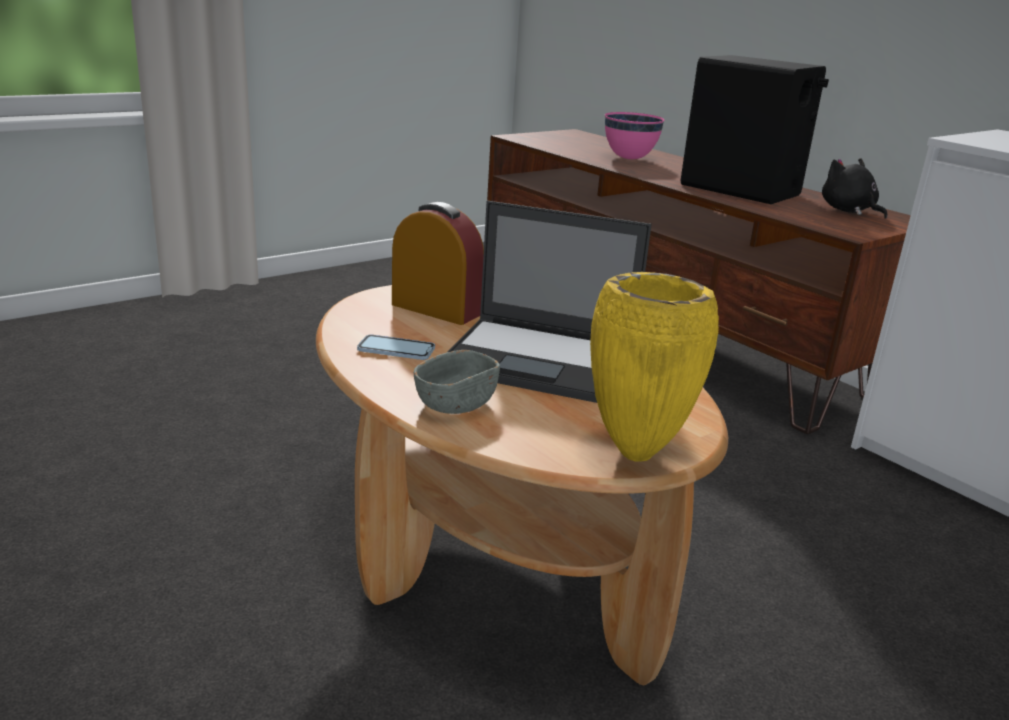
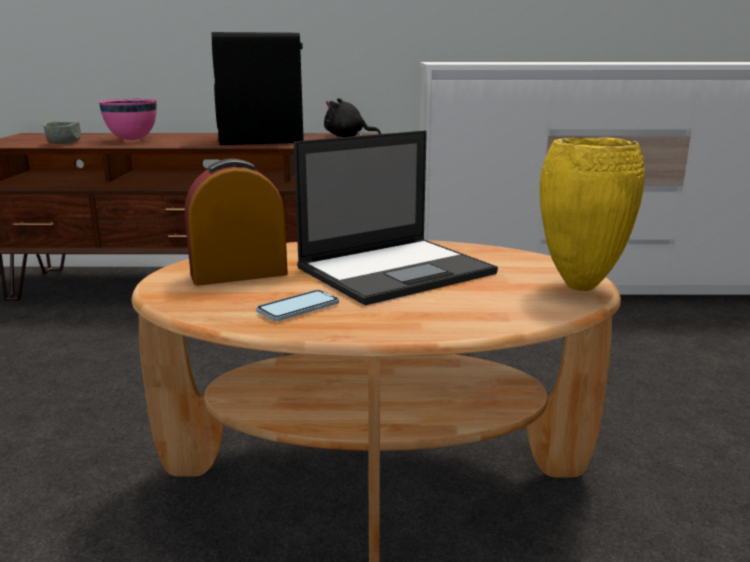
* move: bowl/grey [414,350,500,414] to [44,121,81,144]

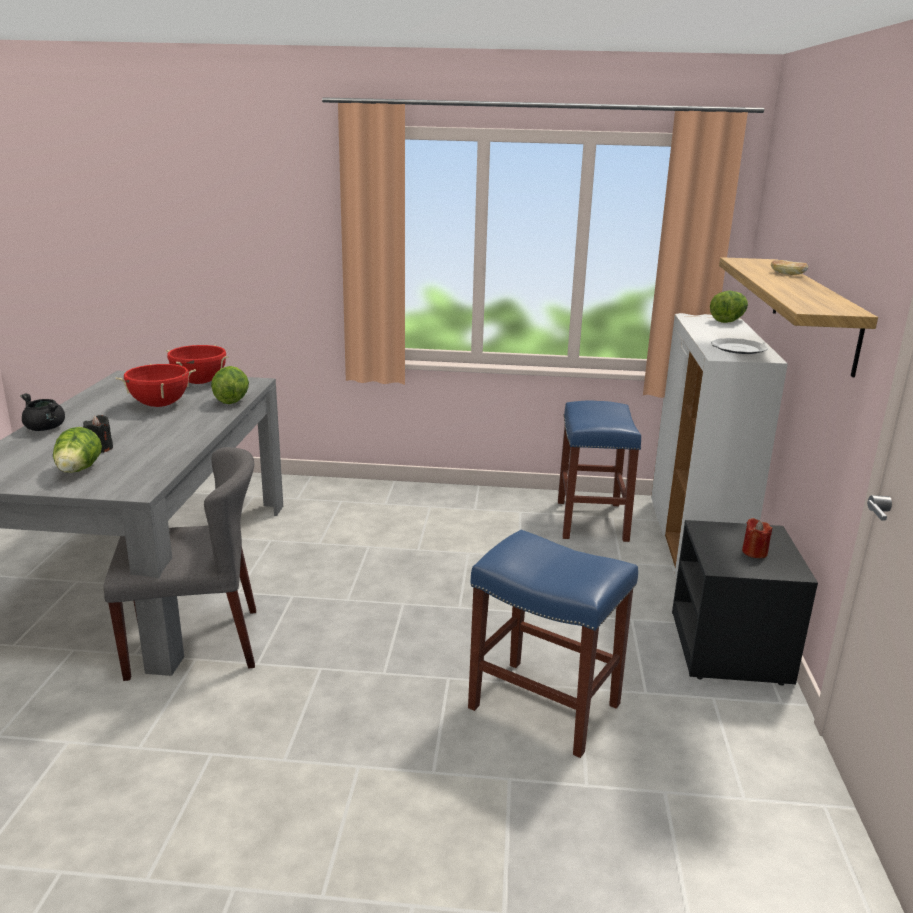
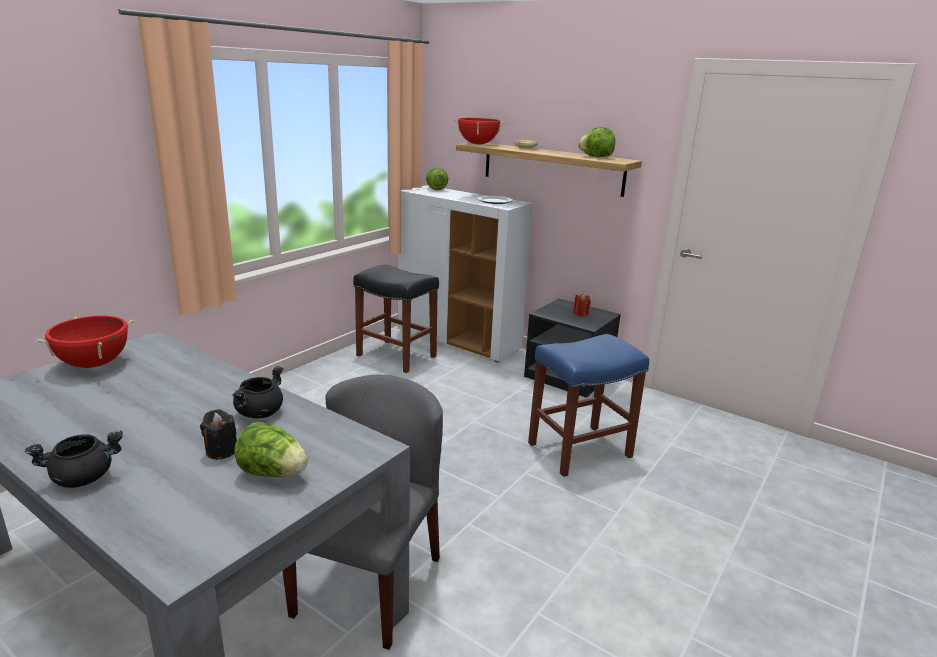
* move: cooking pot/red [116,364,196,407] to [453,118,505,144]
* move: lettuce [211,366,249,404] to [578,127,615,157]
* recolor: stool/blue [558,401,641,542] to stool/black [353,265,439,373]
* insert: cooking pot/black [232,366,284,418]

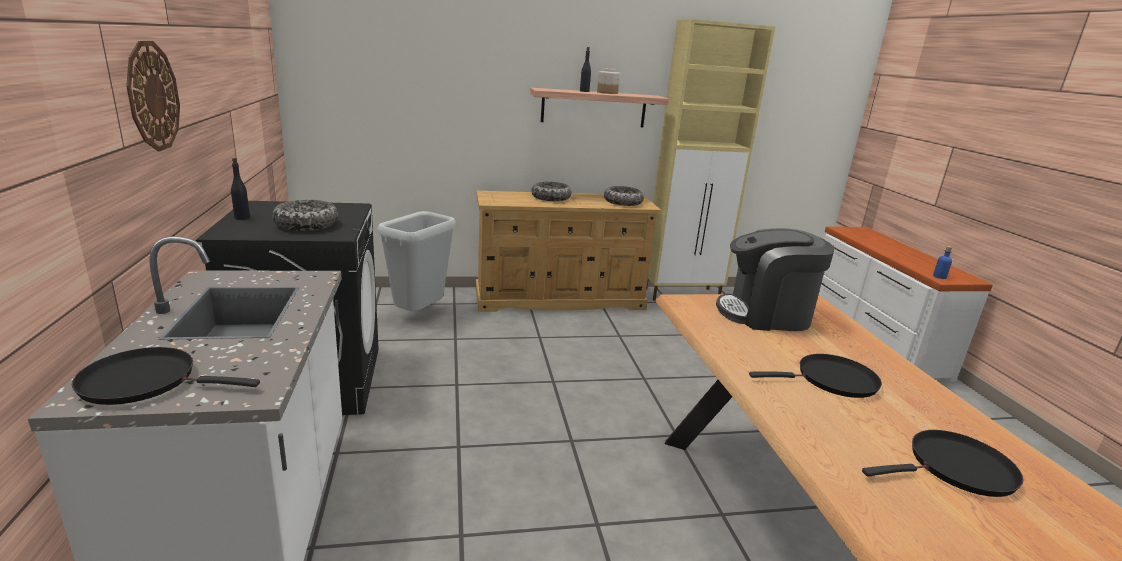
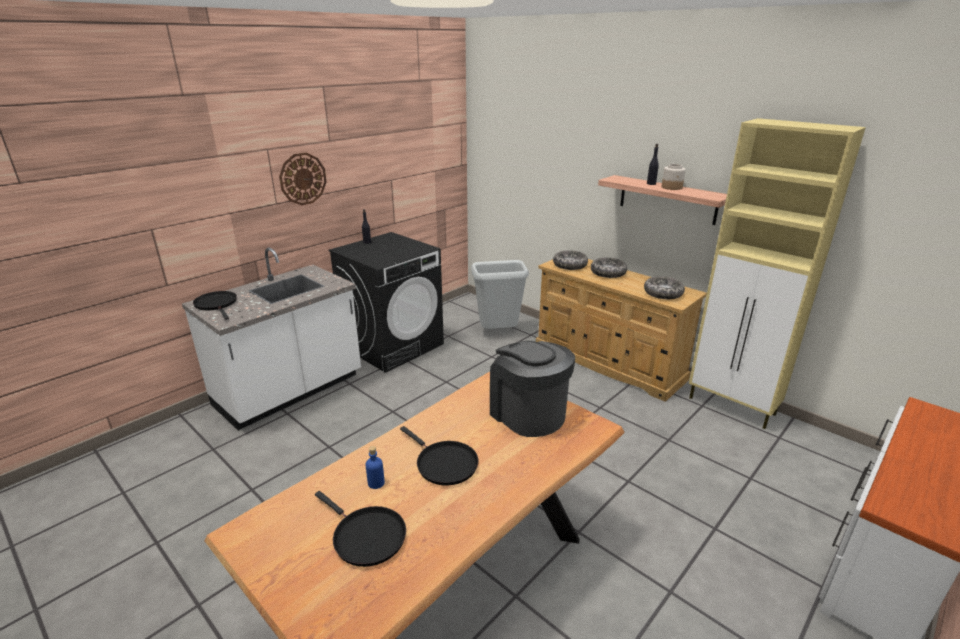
* move: bowl [272,200,338,231] to [553,250,588,270]
* move: bottle/blue [933,246,953,279] to [366,446,385,489]

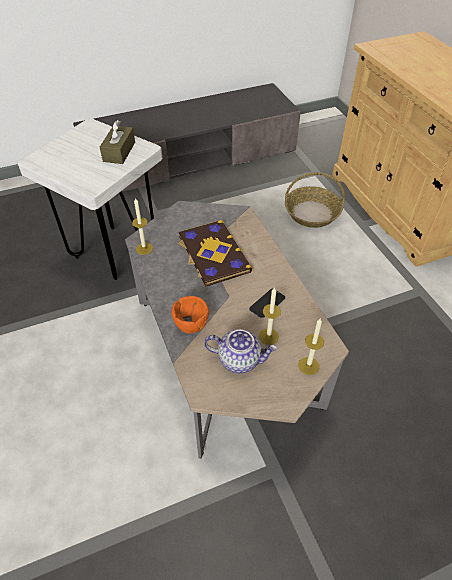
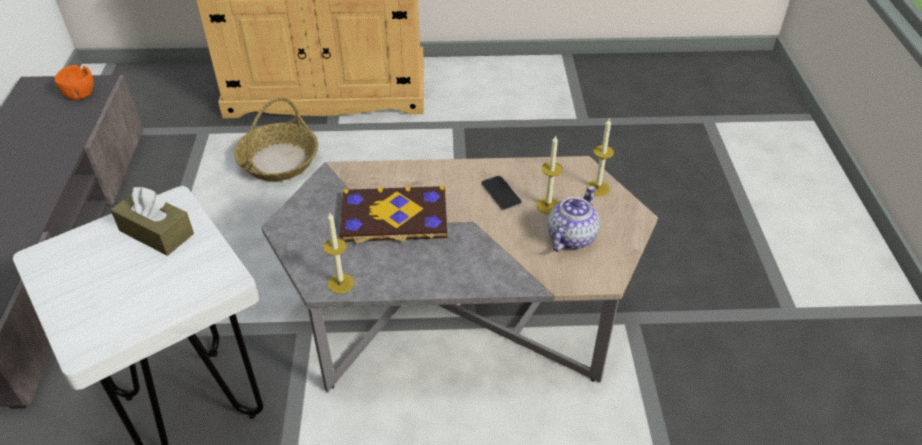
* move: bowl/orange [171,296,209,334] to [54,65,93,100]

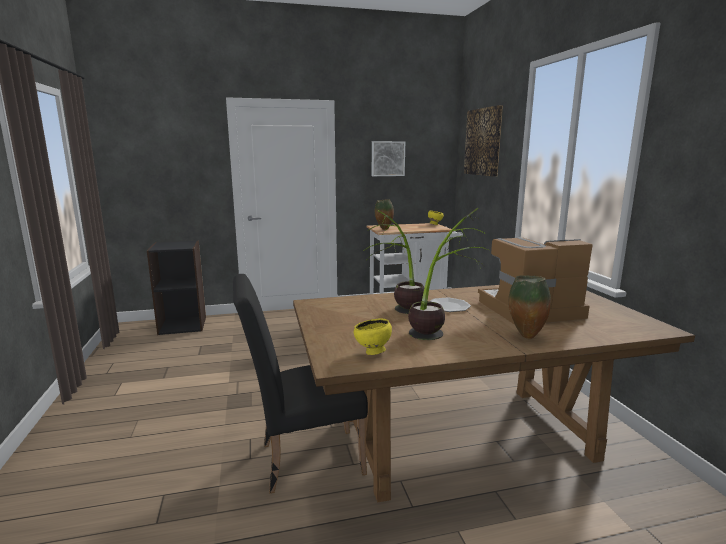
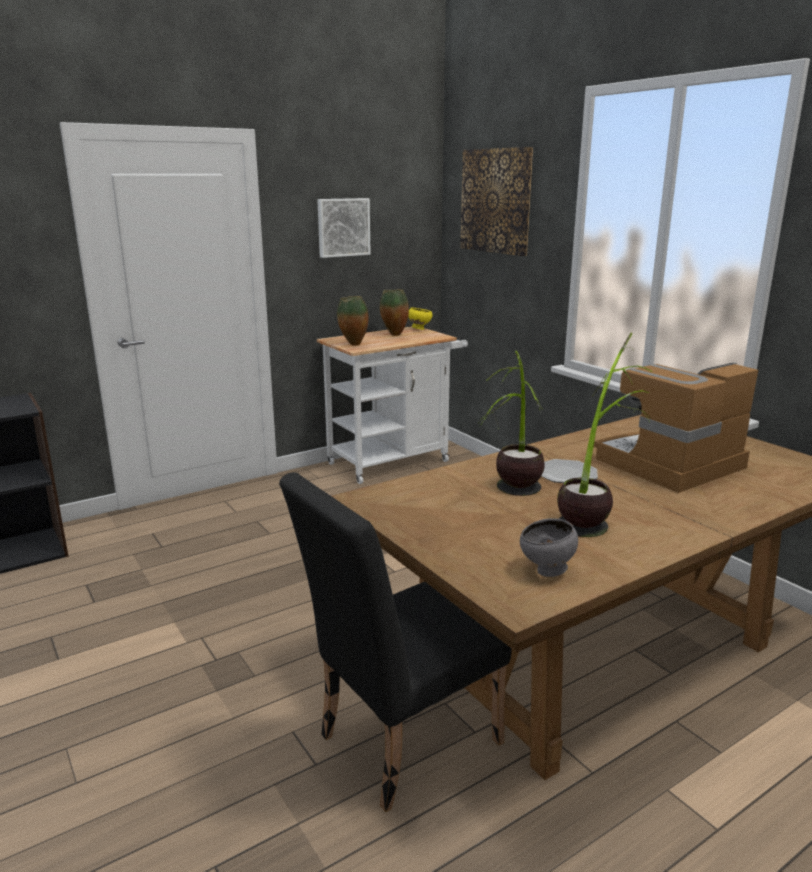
* move: vase [508,275,551,339] to [380,289,409,336]
* recolor: bowl/yellow [354,319,392,355] to bowl/grey [520,518,578,577]

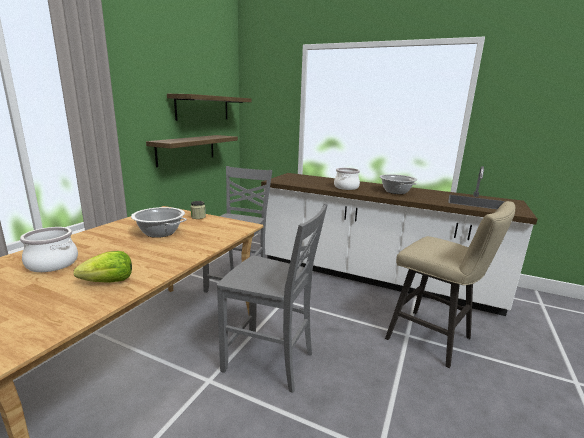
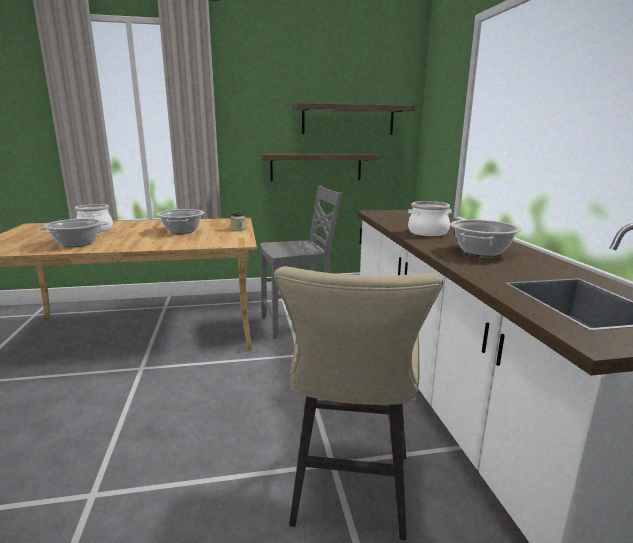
* delete: chair/grey [217,203,328,393]
* replace: lettuce [74,251,132,283] to cooking pot [37,218,109,247]

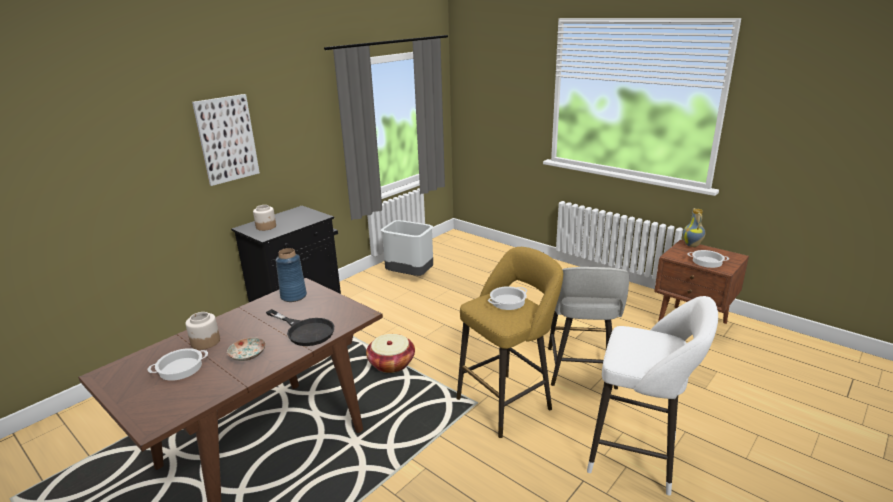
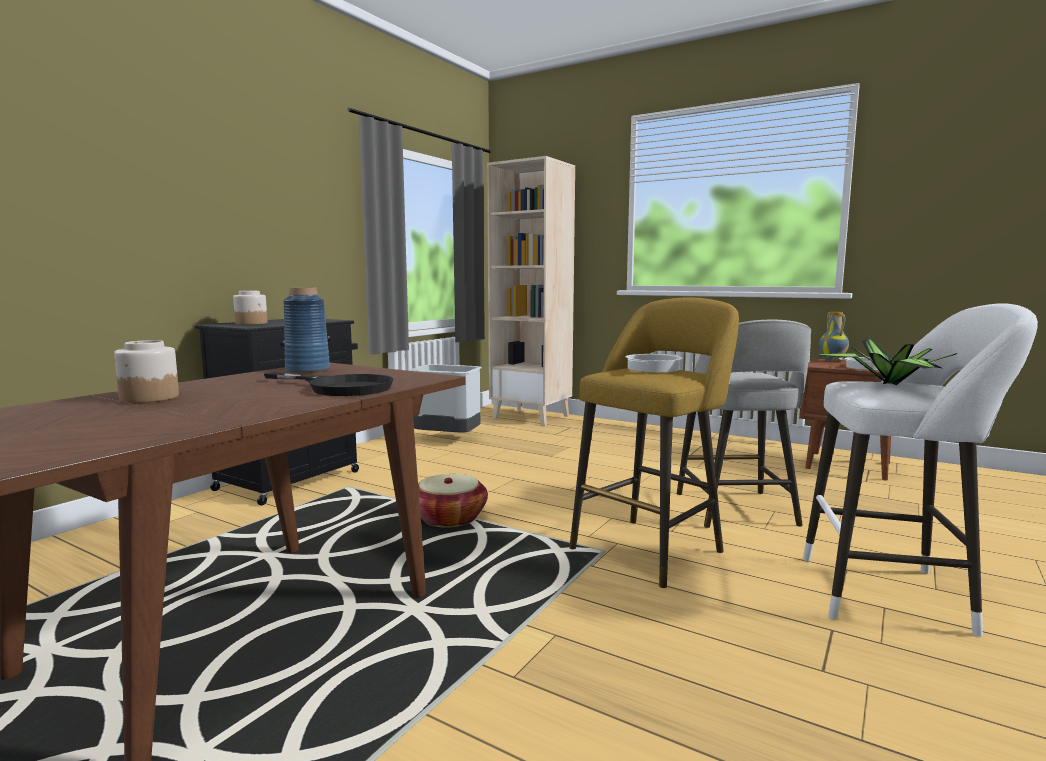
* delete: picture [192,94,260,186]
* delete: plate [227,337,266,361]
* delete: cooking pot [148,348,208,381]
* insert: bookcase/beige [487,156,575,426]
* insert: potted plant [818,338,958,385]

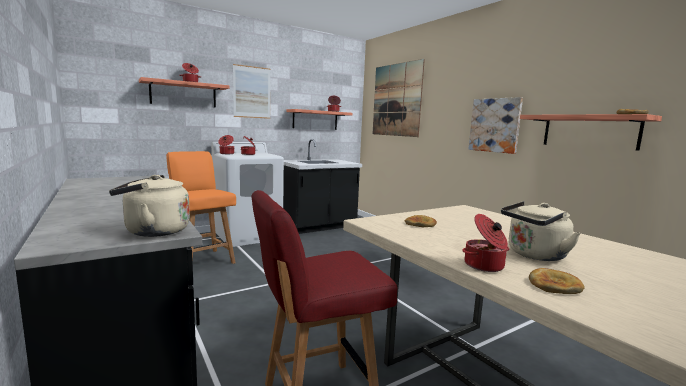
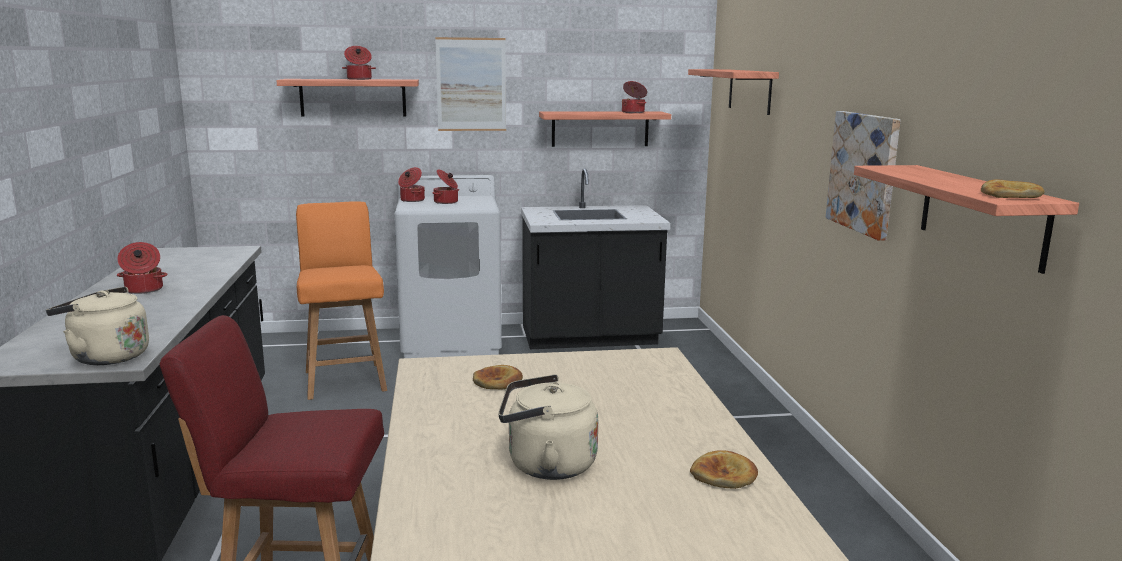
* replace: picture [372,59,425,137] to shelf [688,69,779,115]
* move: cooking pot [462,214,509,272] to [117,242,168,294]
* move: bread [529,268,585,294] to [690,450,758,489]

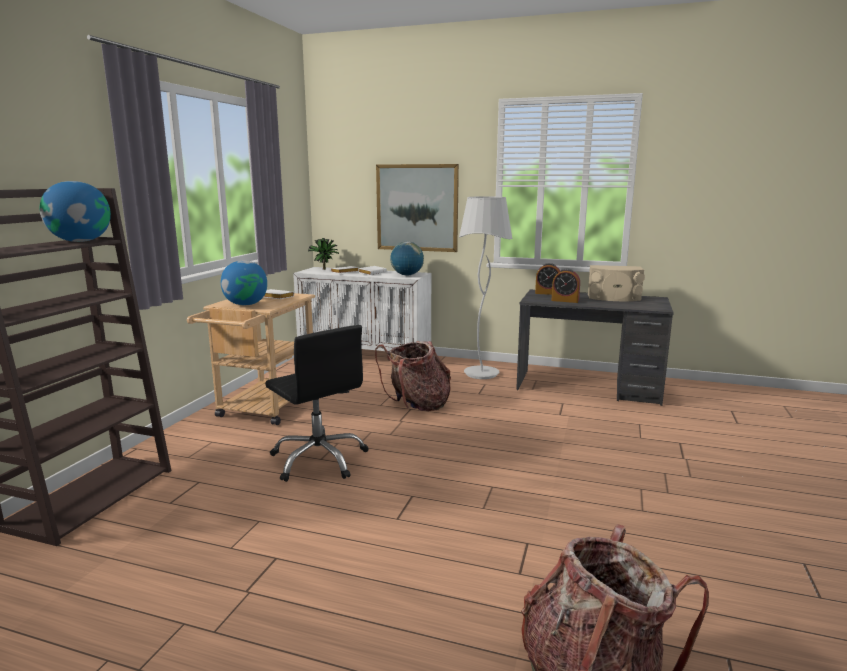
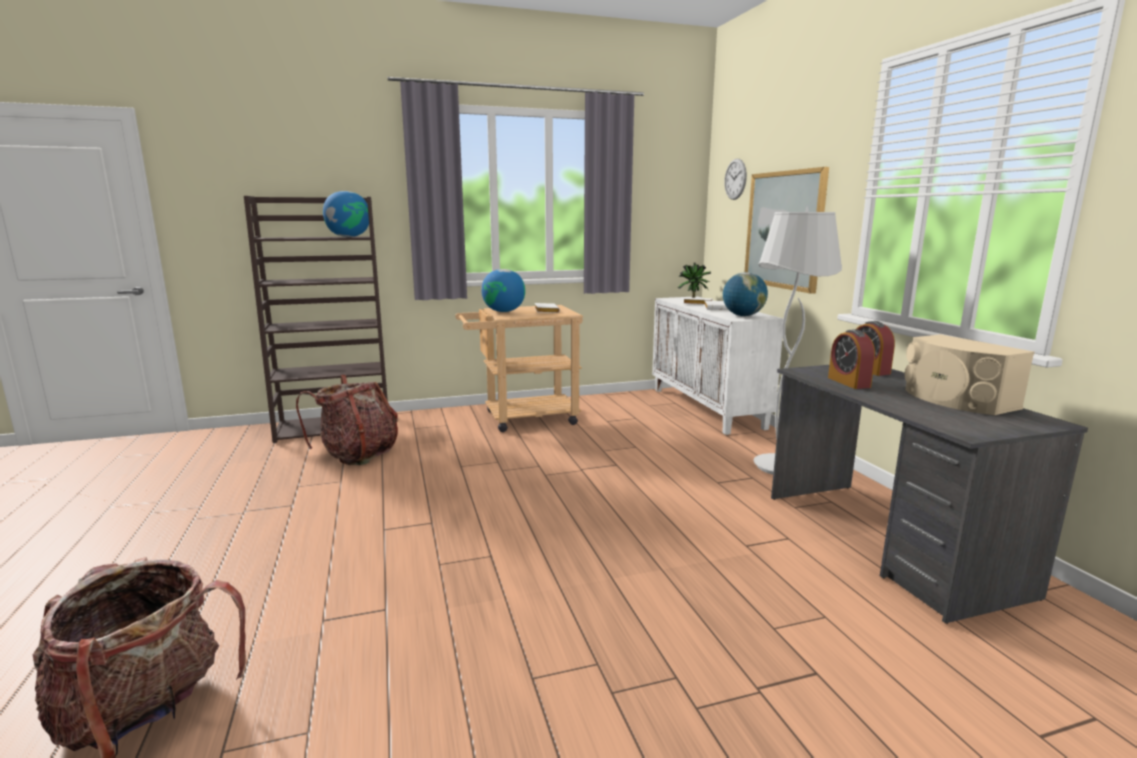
* delete: office chair/black [265,325,369,482]
* move: backpack [375,341,451,411] to [296,375,398,465]
* insert: wall clock [724,159,747,200]

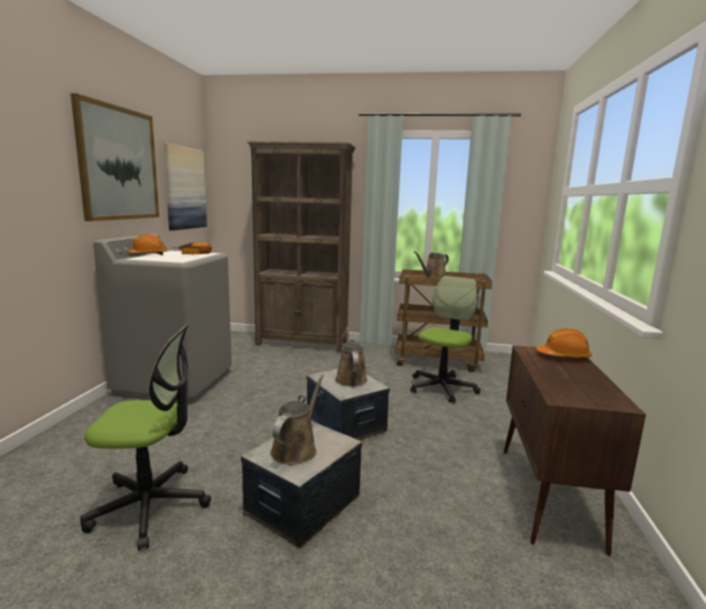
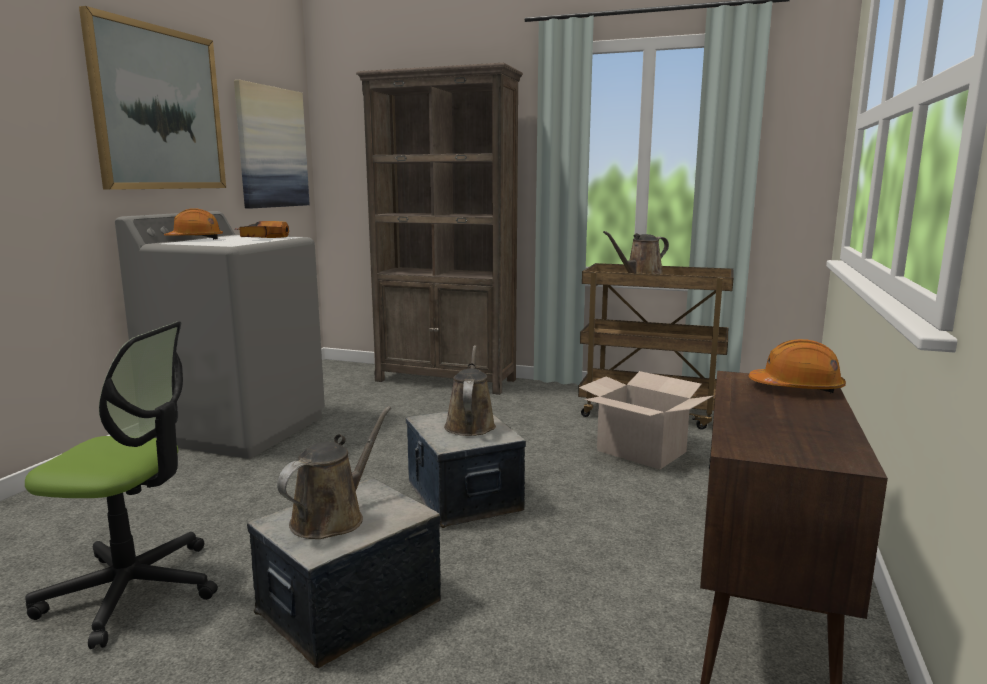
* replace: office chair [410,276,480,403] to cardboard box [579,371,714,469]

